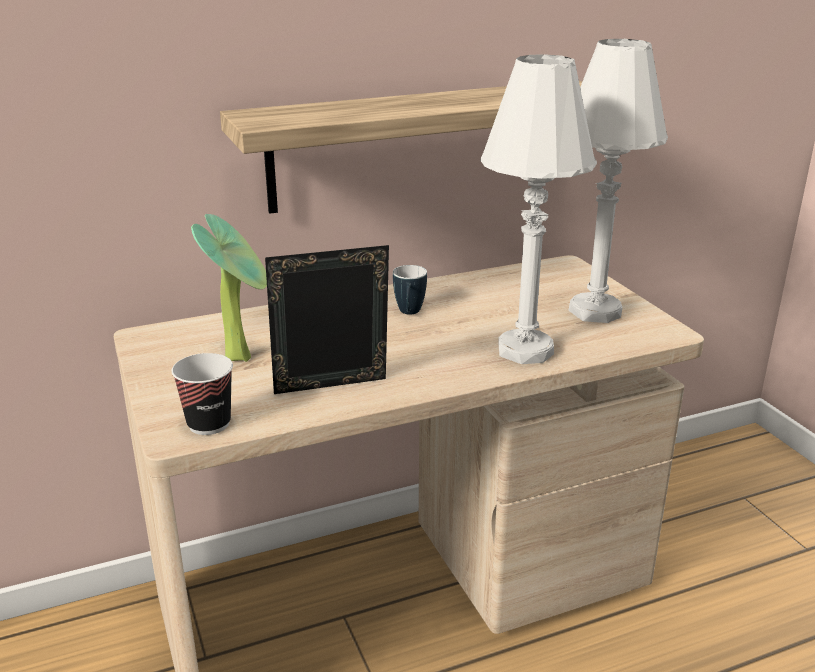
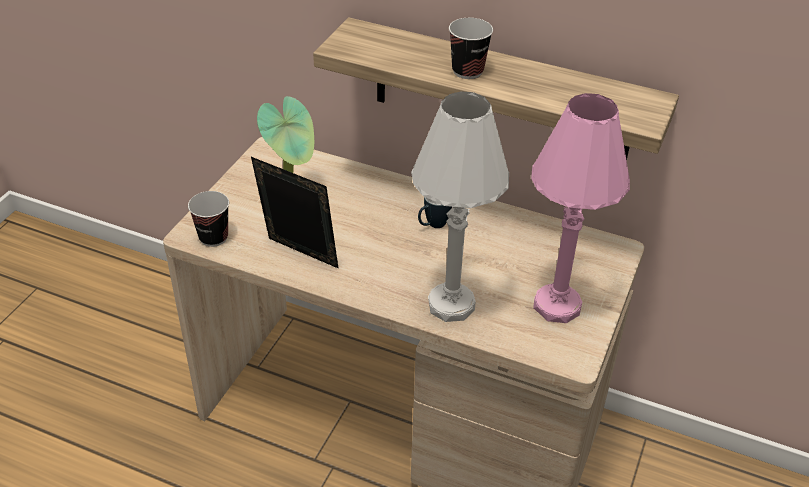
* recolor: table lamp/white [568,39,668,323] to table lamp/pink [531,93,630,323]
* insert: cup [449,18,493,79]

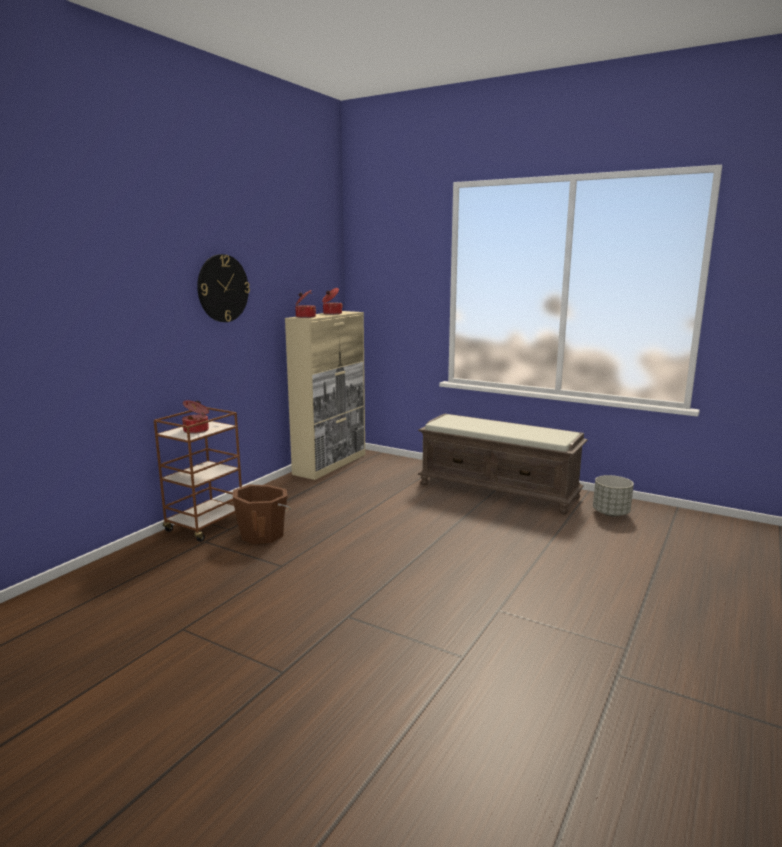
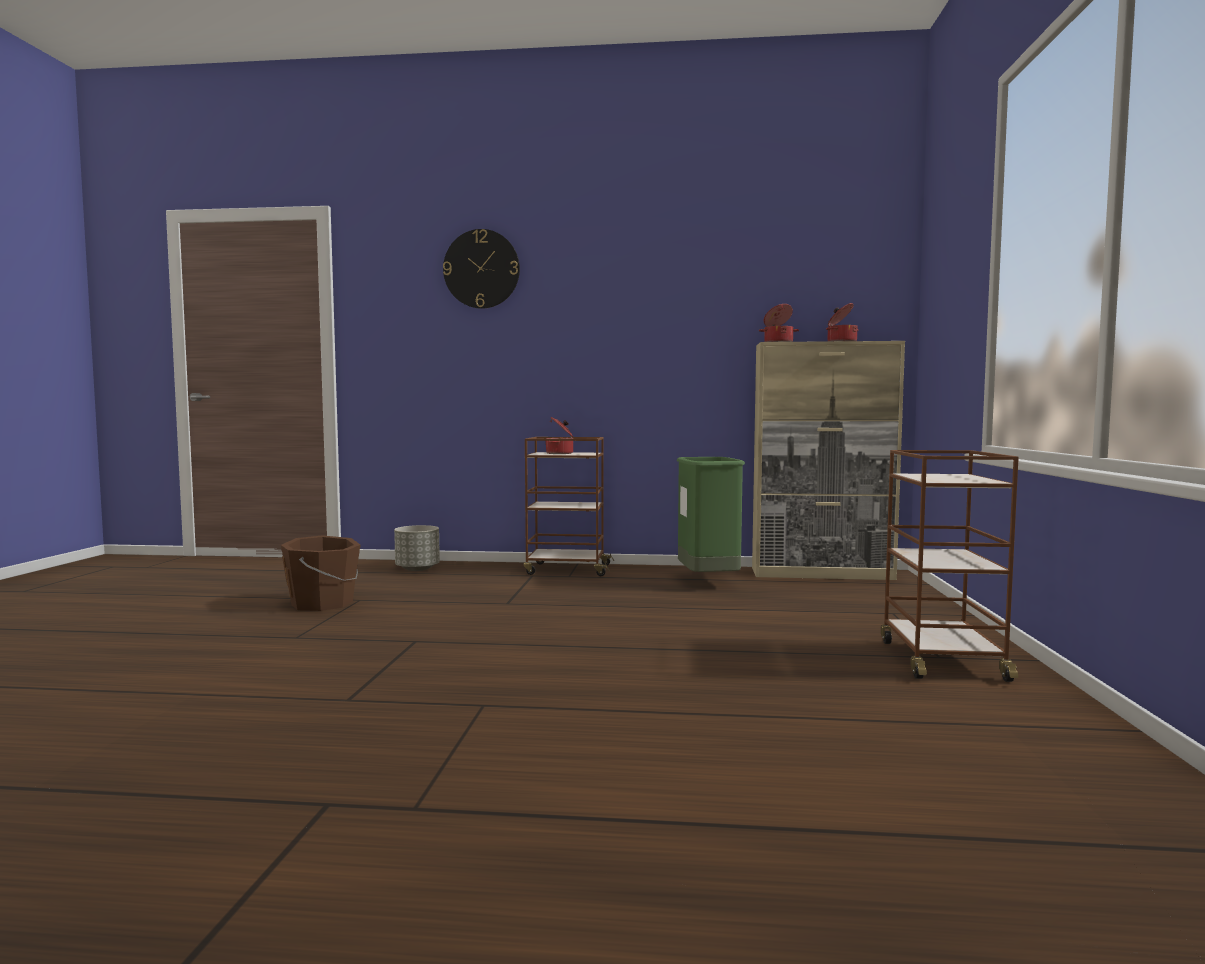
* move: wall clock [197,254,250,322] to [443,229,520,309]
* replace: bench/brown [418,413,588,514] to cart/brown [881,450,1019,682]
* move: planter/grey [593,475,634,516] to [394,525,440,571]
* move: bucket/brown [233,484,291,544] to [281,535,360,611]
* insert: trash can/green [677,457,745,572]

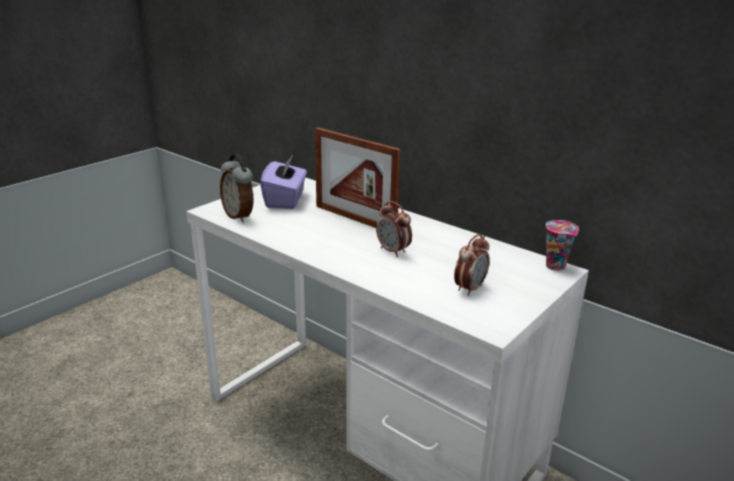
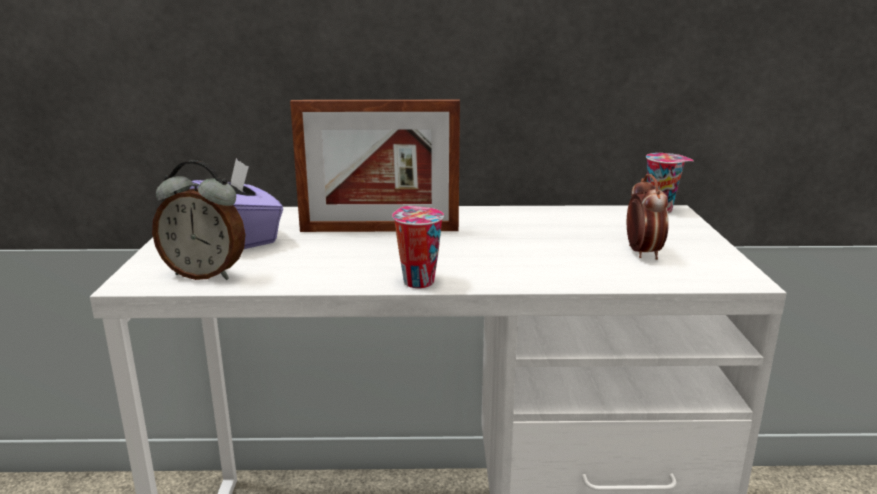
* delete: alarm clock [376,201,412,257]
* insert: cup [392,206,444,288]

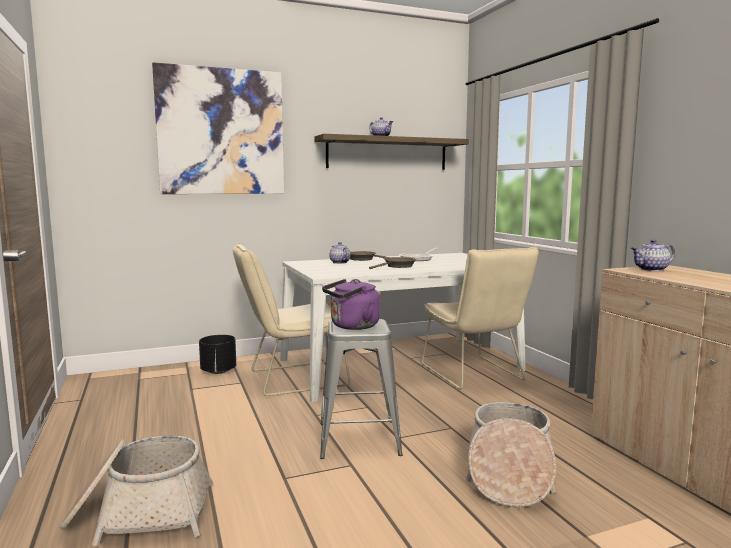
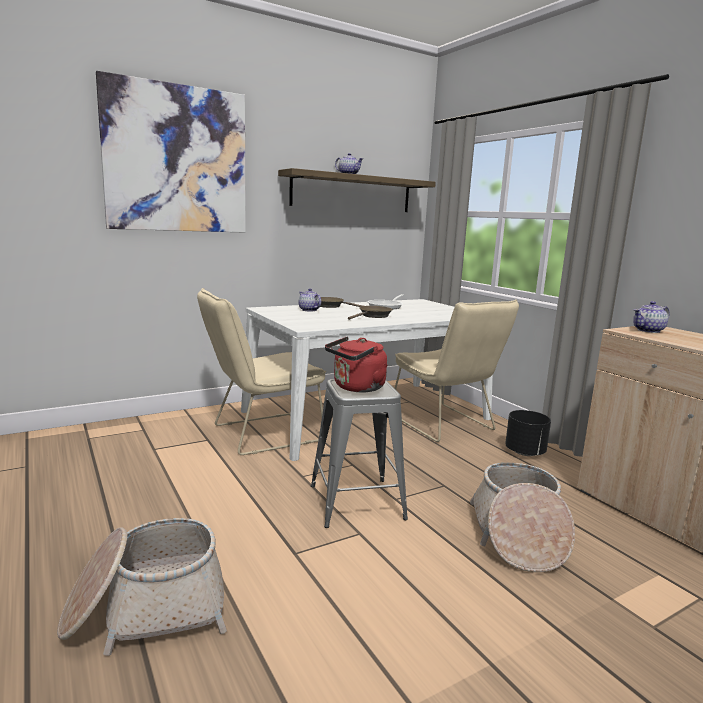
* recolor: kettle/purple [322,279,380,330] to kettle/red [325,336,387,392]
* move: planter/black [199,335,236,374] to [505,410,551,456]

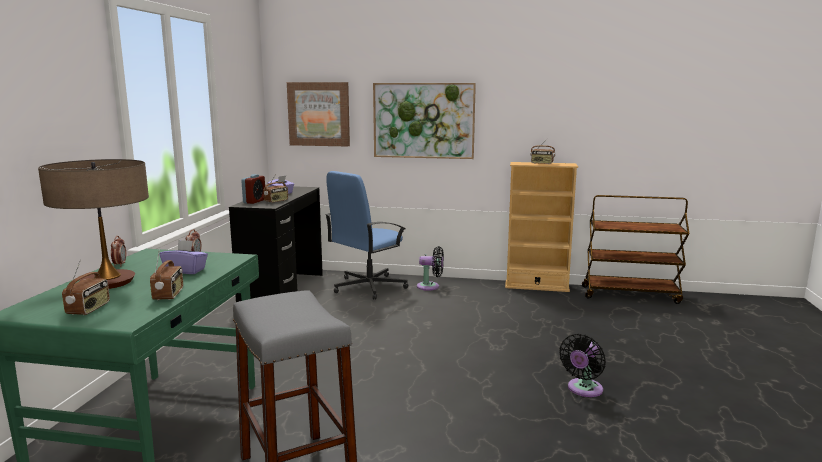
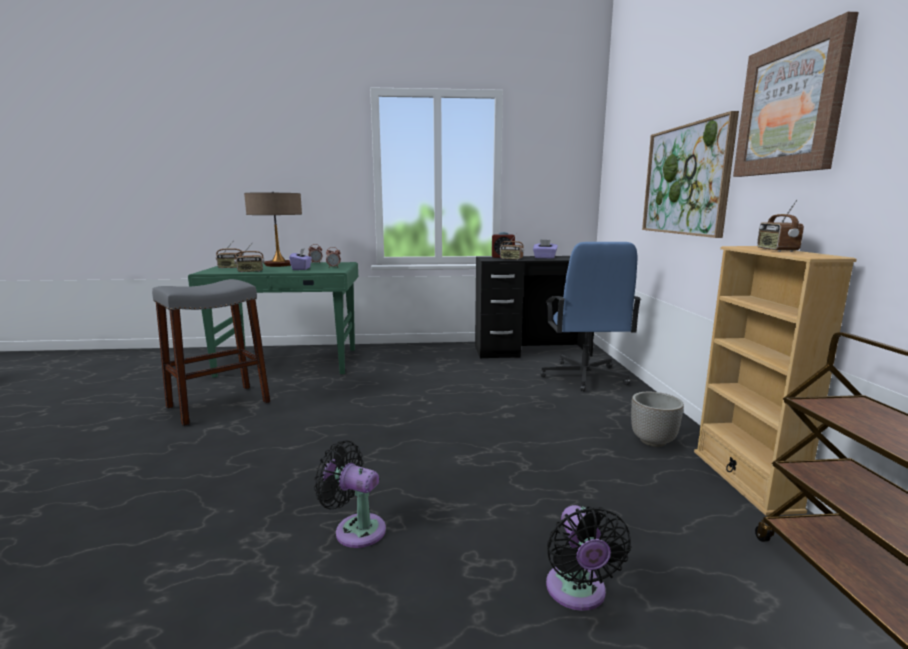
* move: picture [287,82,350,146] to [733,12,859,177]
* rotate: office chair/blue [325,171,408,300] = [540,242,641,392] 120 degrees counterclockwise
* move: fan/black [417,246,444,291] to [546,505,631,611]
* insert: planter [631,392,684,447]

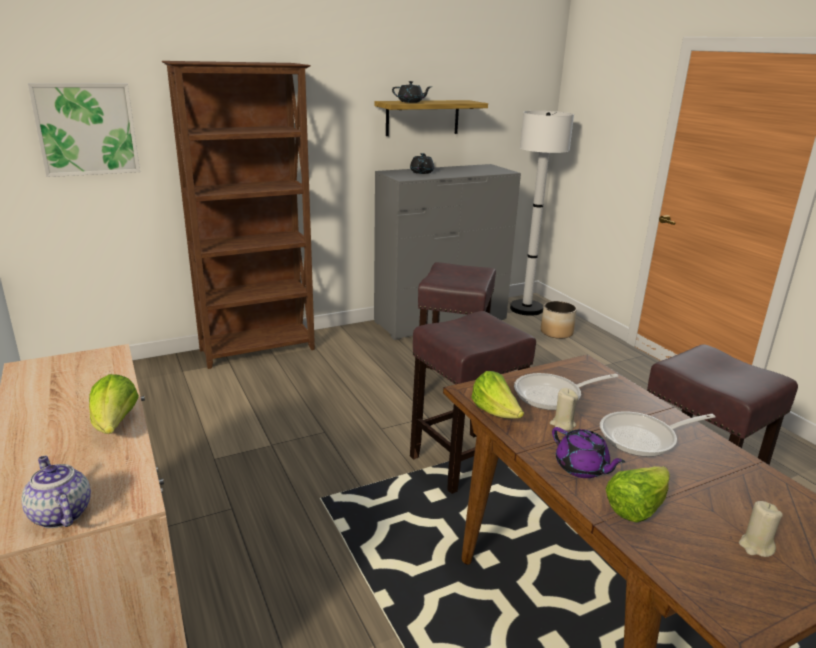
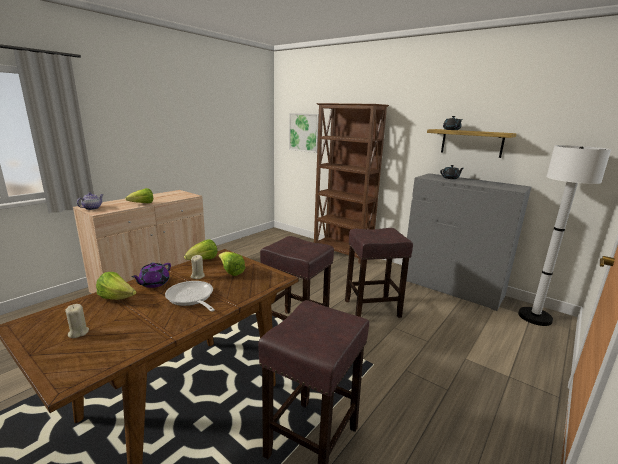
* delete: planter [541,301,577,339]
* replace: frying pan [514,373,618,410] to lettuce [219,252,245,276]

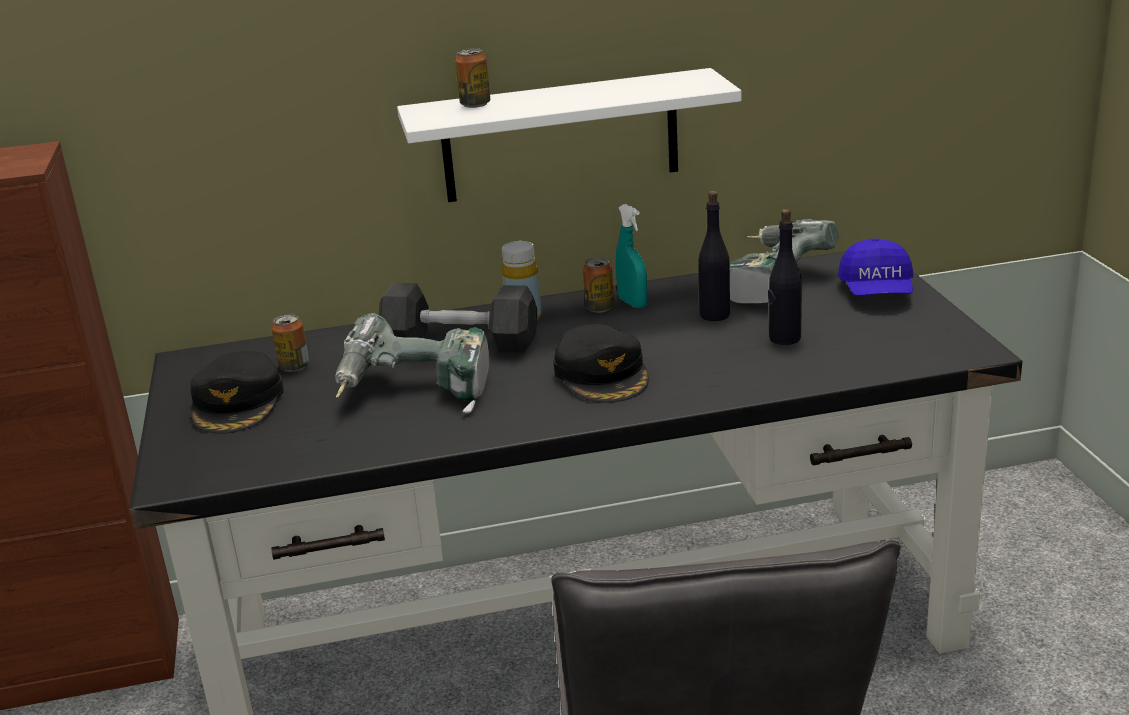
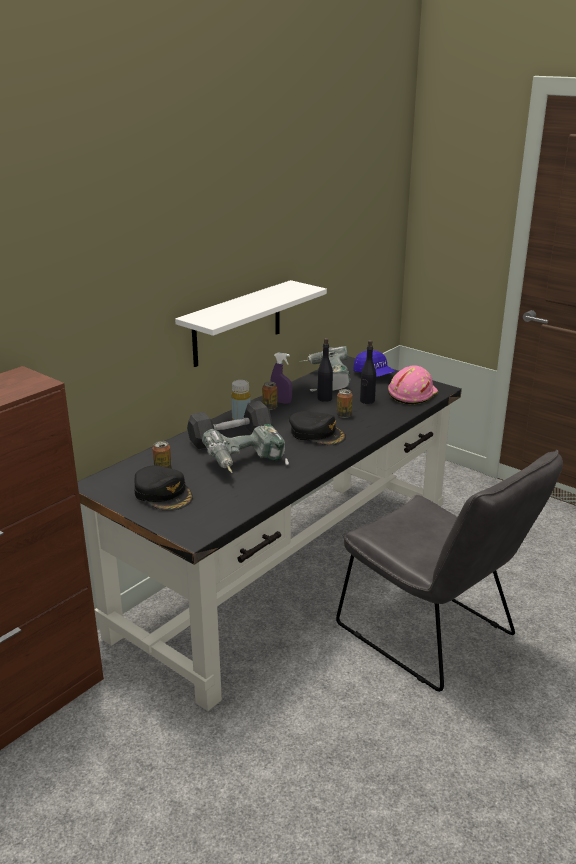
* move: can [455,48,490,108] to [337,389,353,418]
* recolor: spray bottle/turquoise [616,204,647,308] to spray bottle/purple [270,352,292,404]
* insert: hard hat/pink [388,365,438,405]

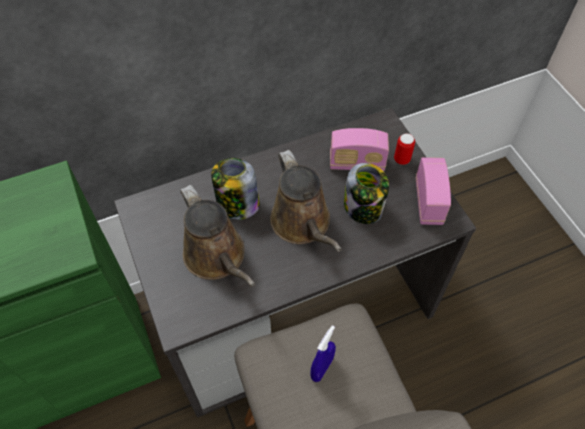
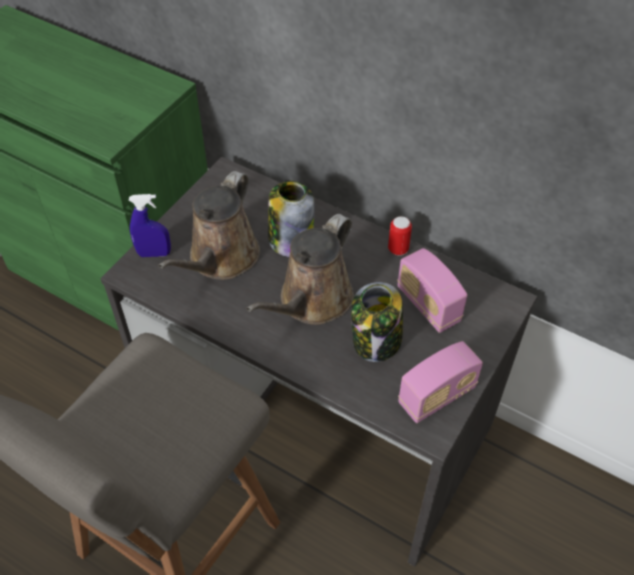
* move: can [394,133,415,165] to [388,216,412,256]
* move: spray bottle/blue [310,325,336,382] to [129,194,171,257]

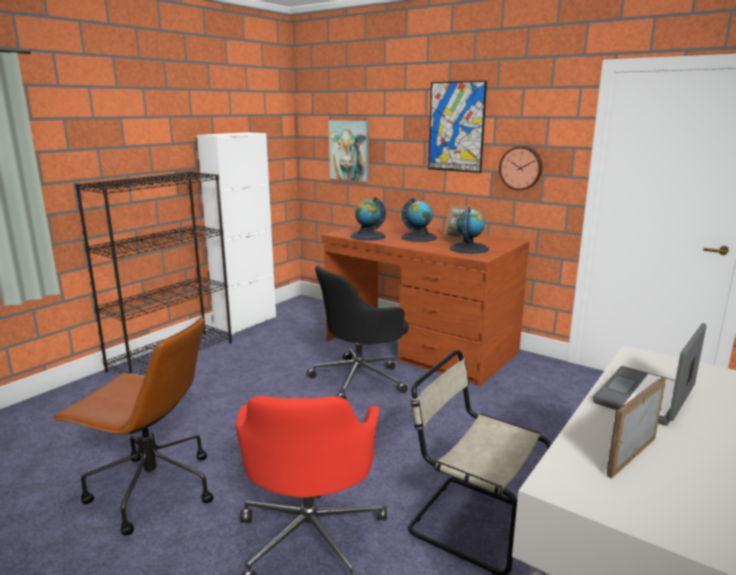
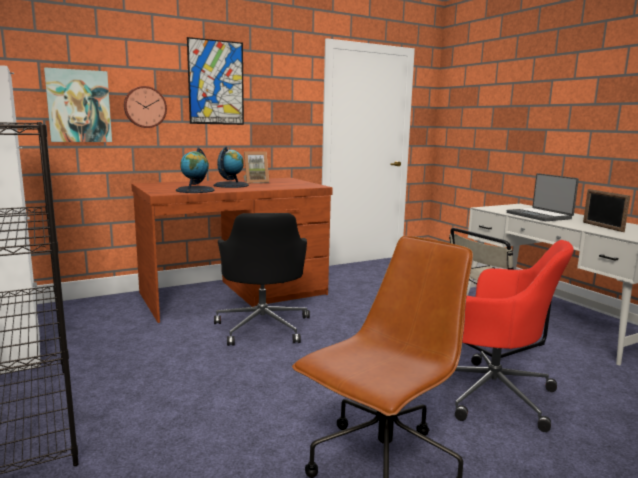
* move: wall clock [499,146,542,190] to [124,86,167,128]
* delete: globe [449,207,489,254]

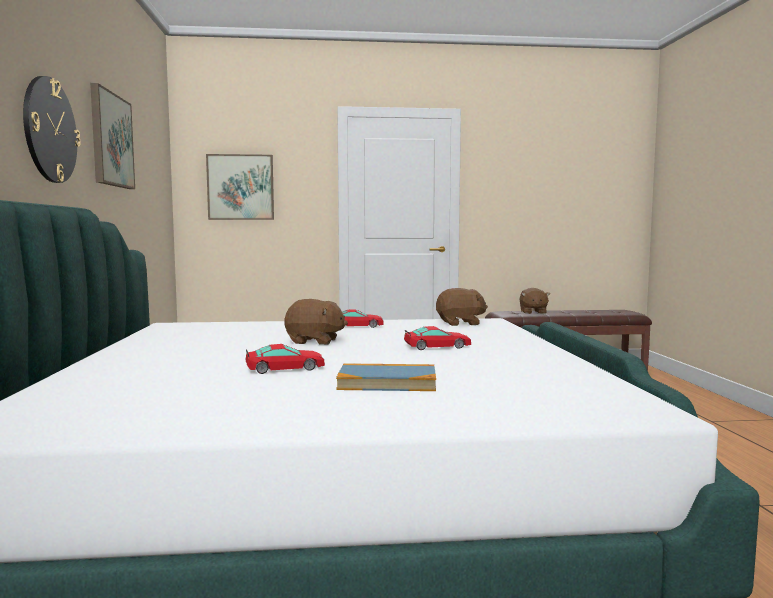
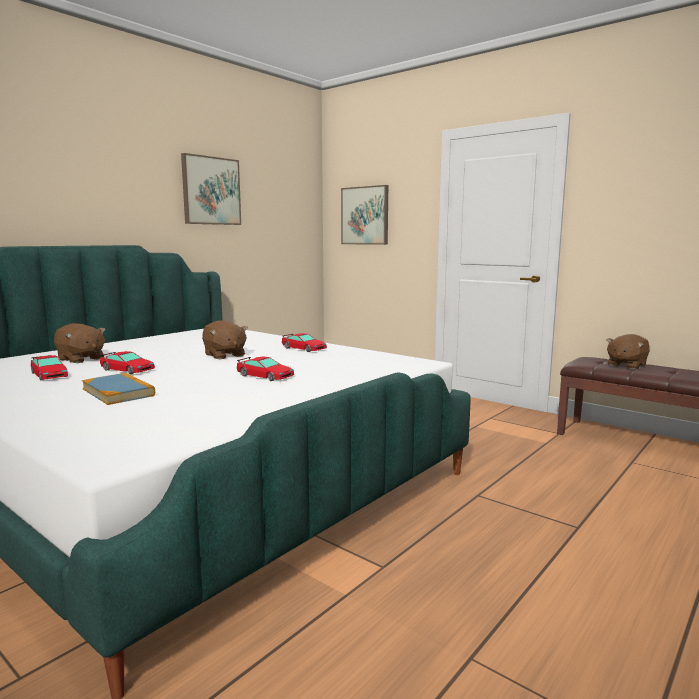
* delete: wall clock [23,76,81,183]
* move: plush toy/brown [436,288,488,326] to [54,323,106,363]
* insert: toy car [31,355,68,380]

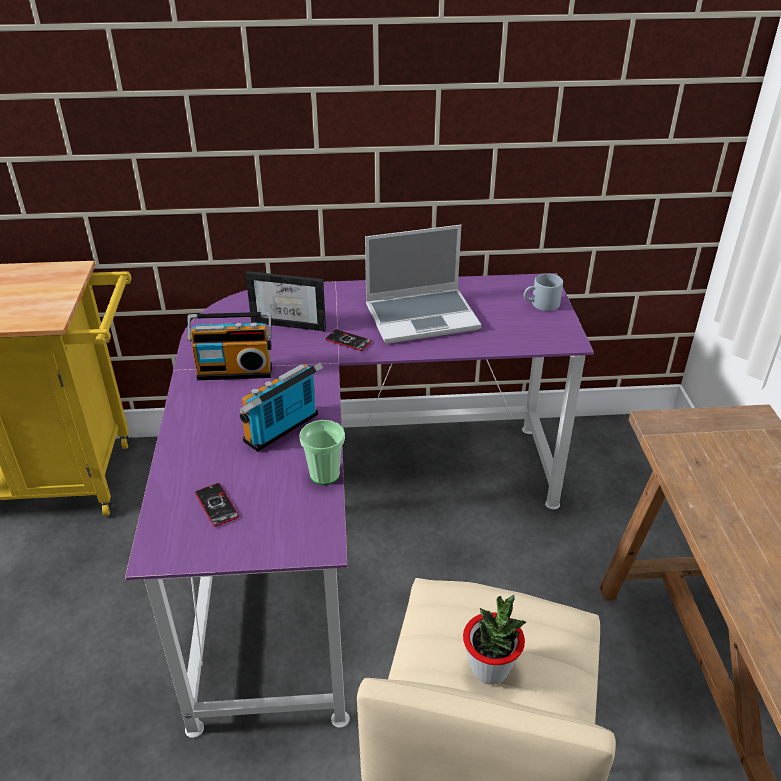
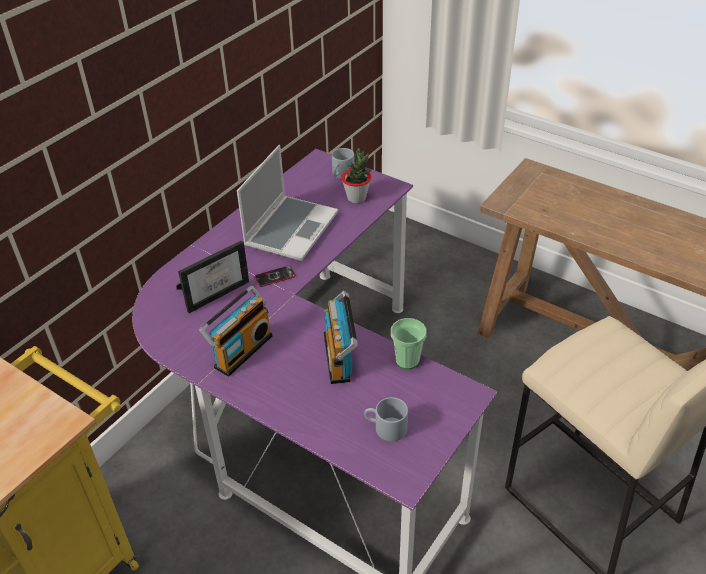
* replace: phone [195,483,239,527] to mug/grey [364,397,408,442]
* move: potted plant [463,595,526,685] to [341,148,371,203]

